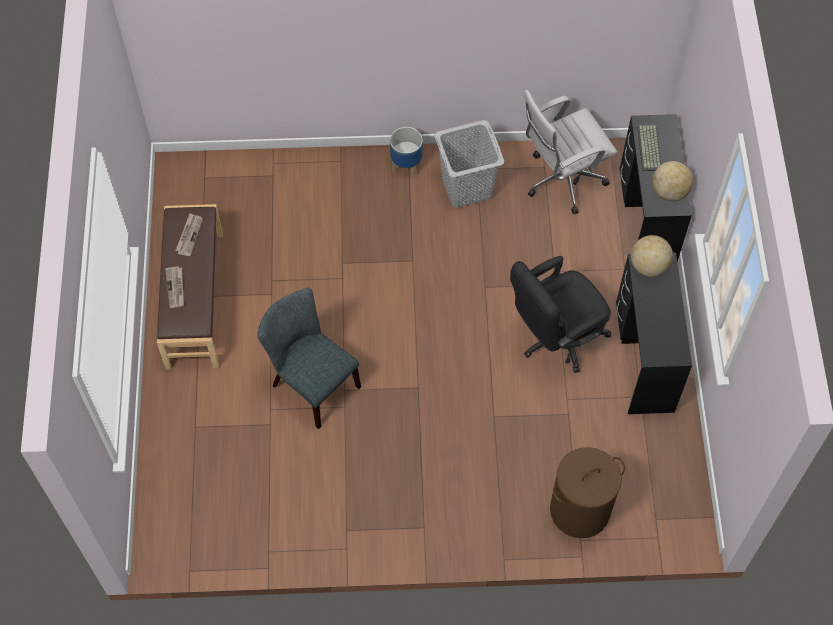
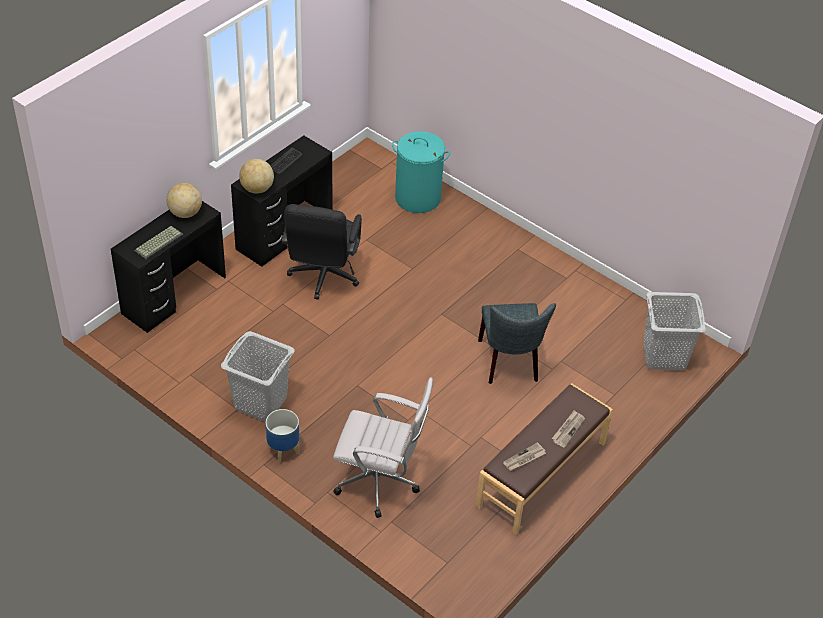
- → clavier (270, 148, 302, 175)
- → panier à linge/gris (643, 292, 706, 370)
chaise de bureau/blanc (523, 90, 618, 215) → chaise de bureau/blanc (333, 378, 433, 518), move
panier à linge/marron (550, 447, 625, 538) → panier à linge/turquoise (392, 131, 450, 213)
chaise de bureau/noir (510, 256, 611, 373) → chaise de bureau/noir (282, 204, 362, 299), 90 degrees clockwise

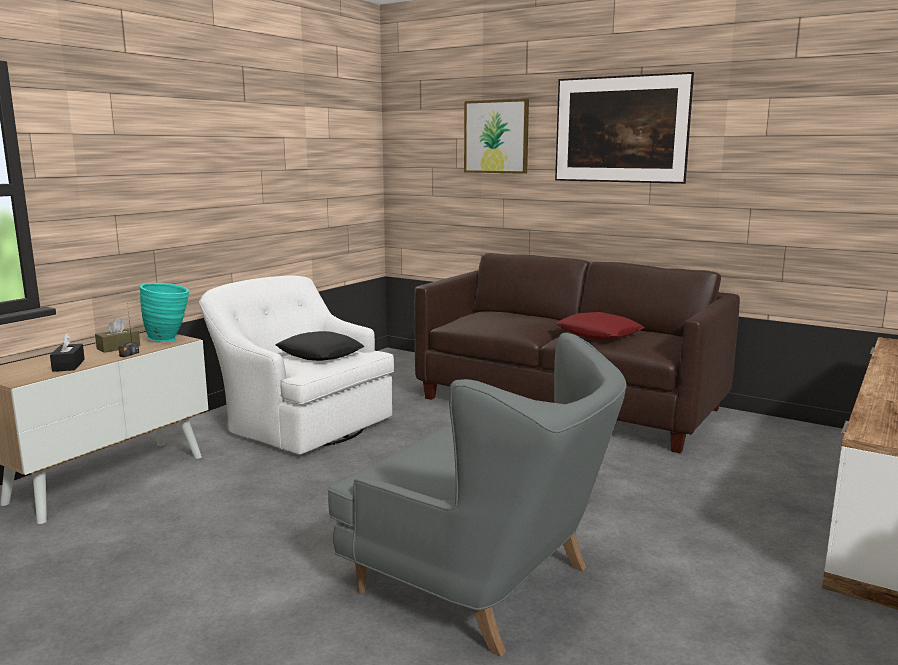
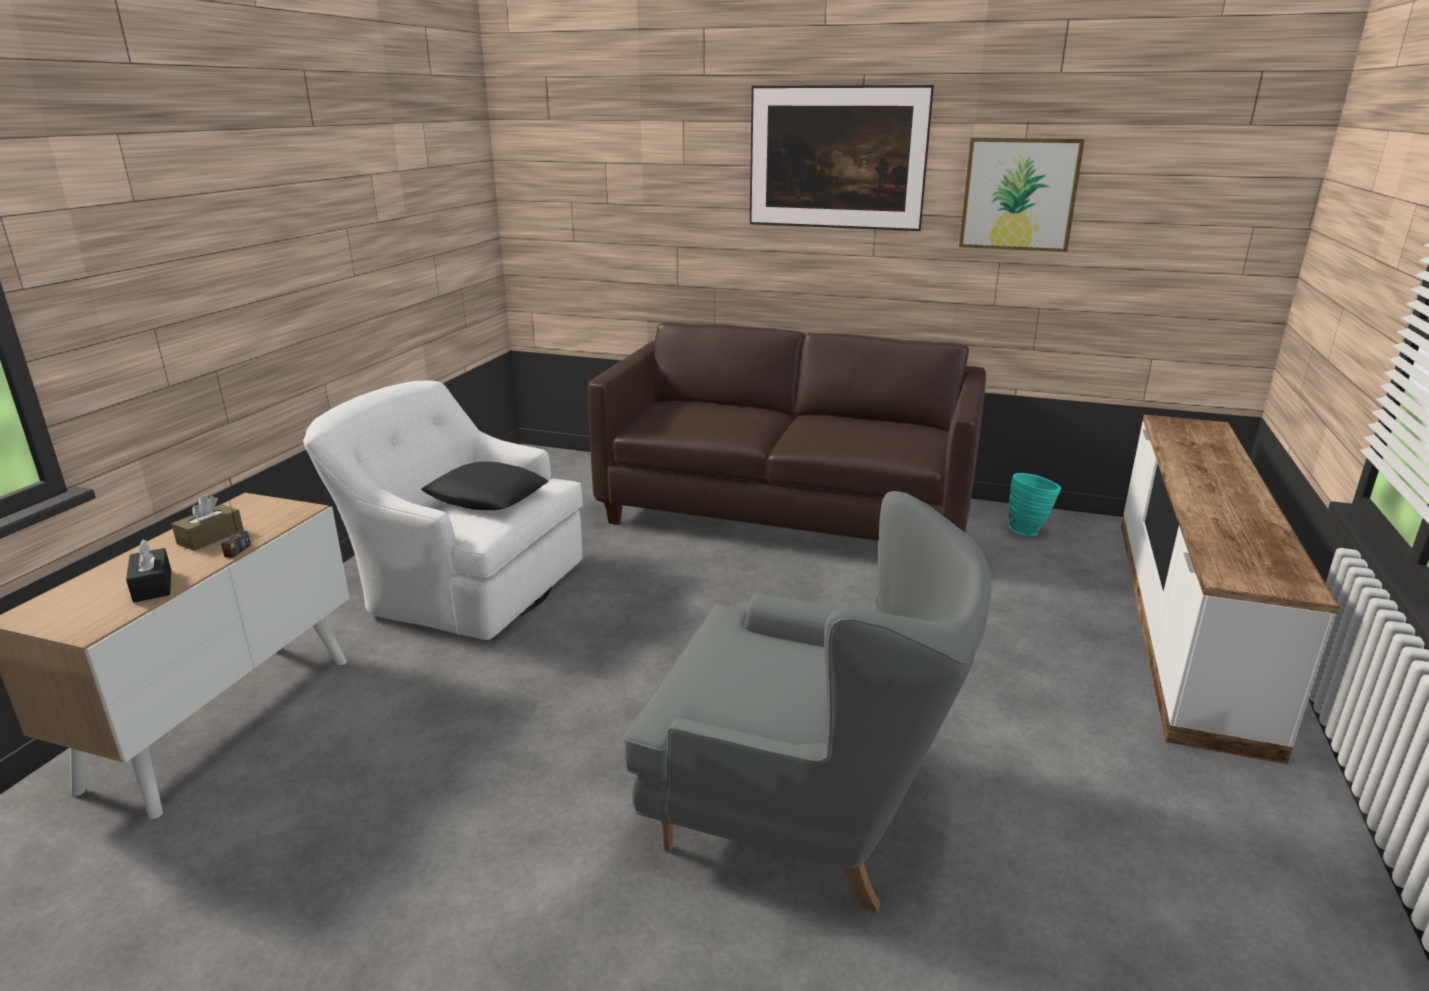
coussin/rouge (555, 312, 645, 340) → -
vase/turquoise (140, 283, 189, 342) → vase/turquoise (1008, 473, 1061, 536), move
tableau (464, 99, 529, 174) → tableau (959, 137, 1085, 252), move

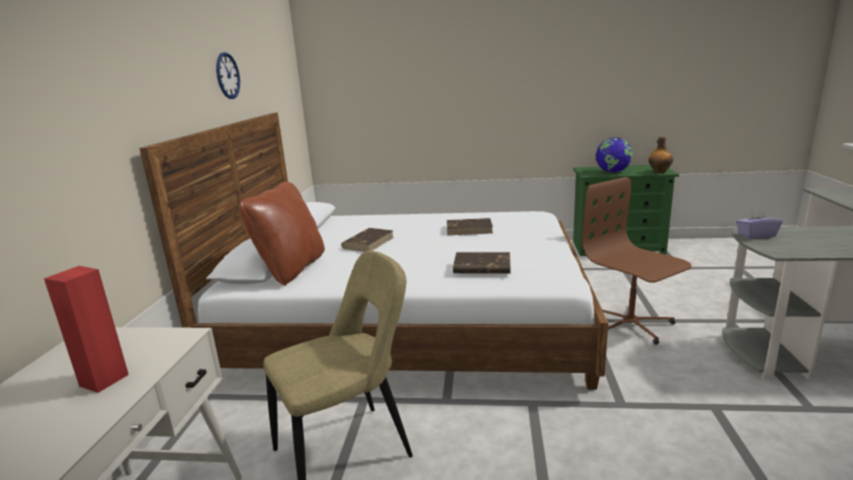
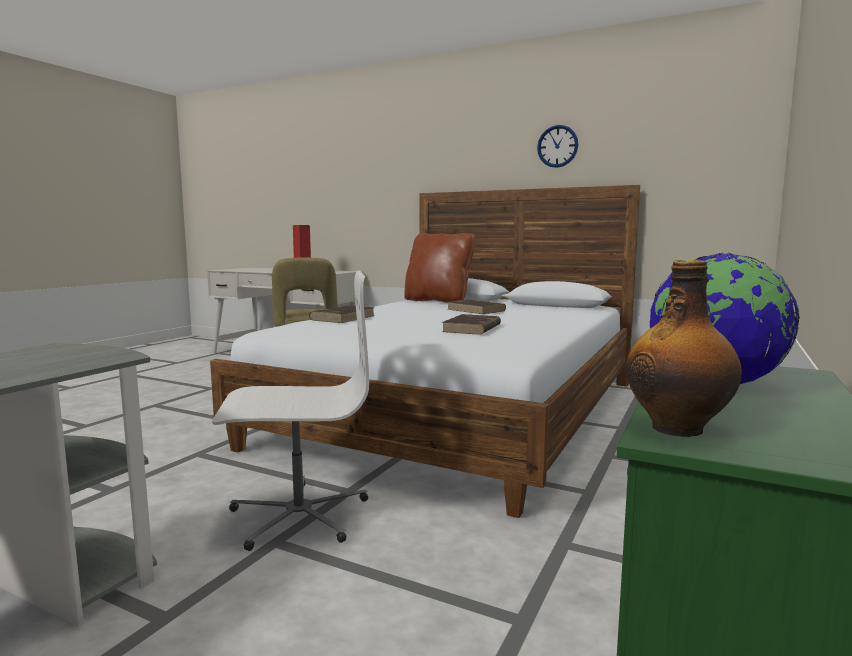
boîte à mouchoirs/violet (736, 209, 783, 239) → -
chaise de bureau/marron (582, 177, 692, 345) → chaise de bureau/blanc (212, 270, 369, 551)

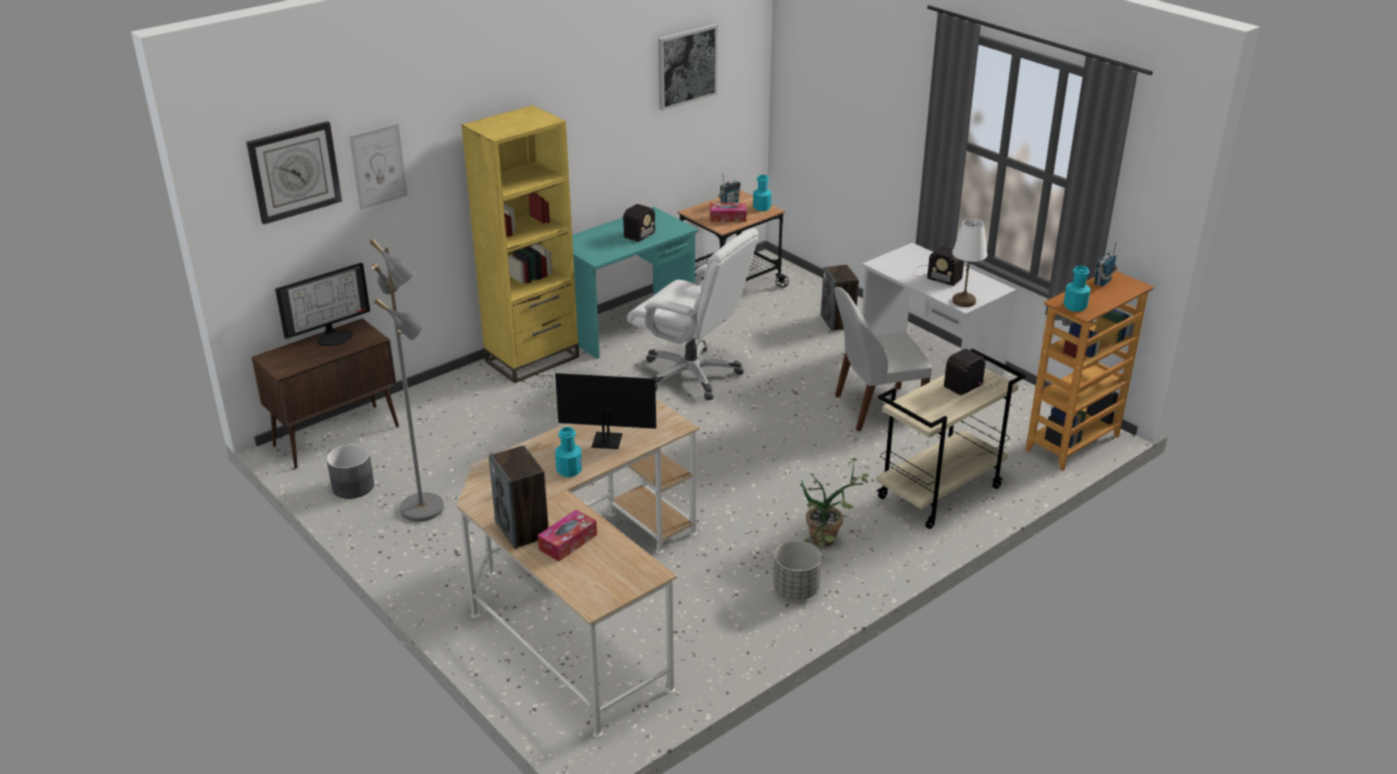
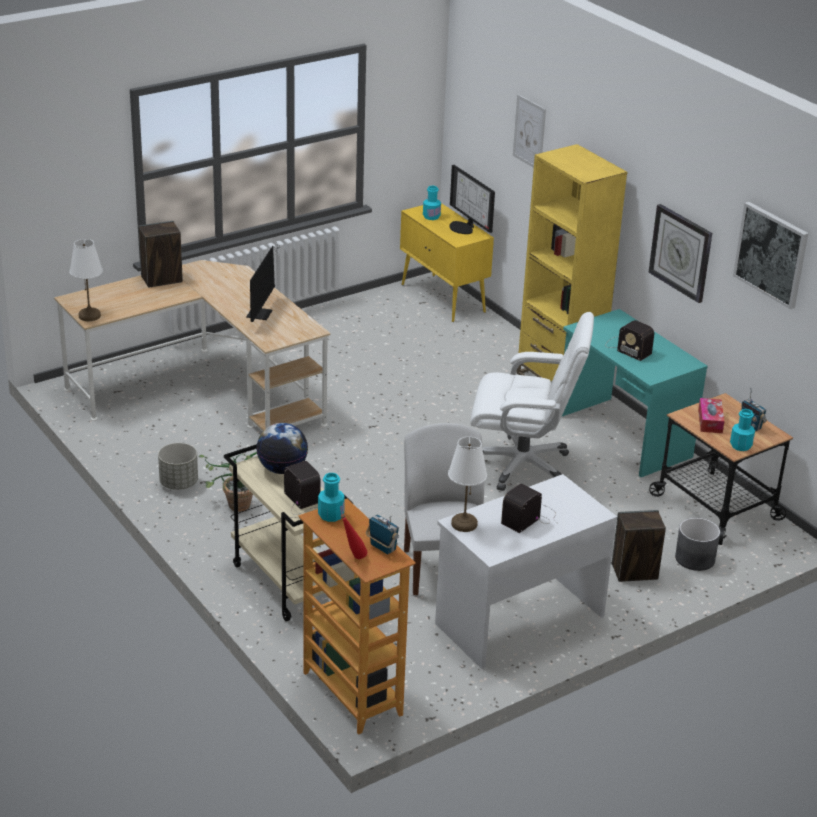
lampadaire/gris (370, 239, 444, 522) → -
boîte à mouchoirs (538, 510, 597, 561) → -
- → lampe de table/blanc (70, 239, 103, 321)
- → globe (257, 423, 308, 474)
- → bouteille/rouge (341, 514, 367, 559)
horloge murale (246, 121, 342, 224) → horloge murale (648, 204, 712, 303), move
cache-pot/gris (326, 444, 374, 499) → cache-pot/gris (675, 518, 720, 571), move
bouteille/turquoise (555, 427, 582, 477) → bouteille/turquoise (423, 186, 441, 220), move
meuble de rangement/marron (251, 318, 399, 469) → meuble de rangement/jaune (400, 203, 494, 322)
chaise de bureau/blanc (627, 228, 758, 400) → chaise de bureau/blanc (470, 312, 594, 491), 120 degrees counterclockwise

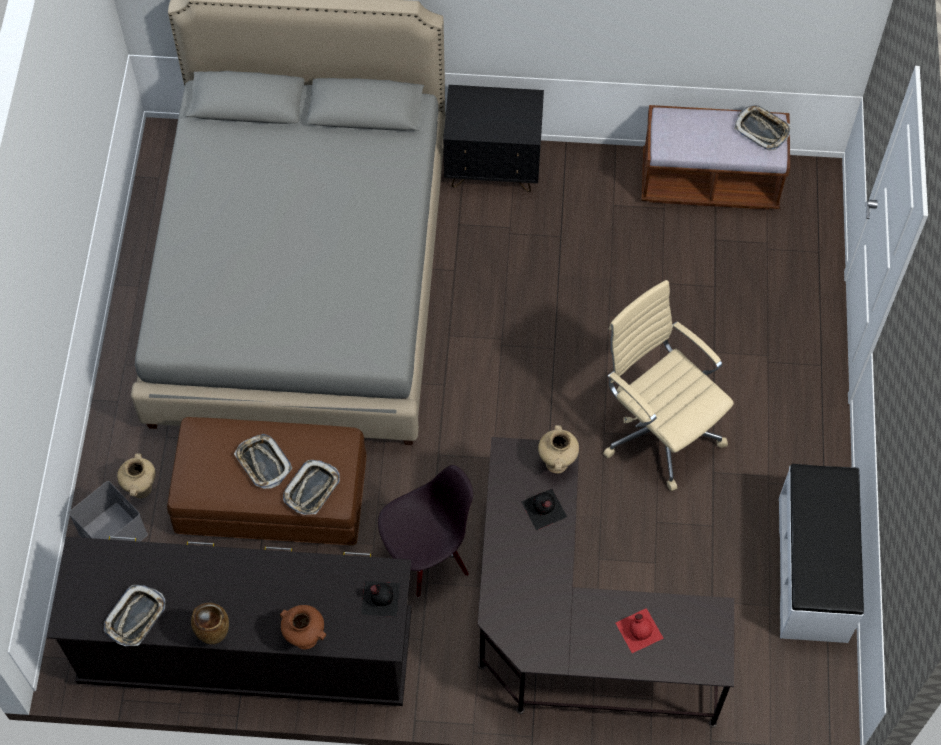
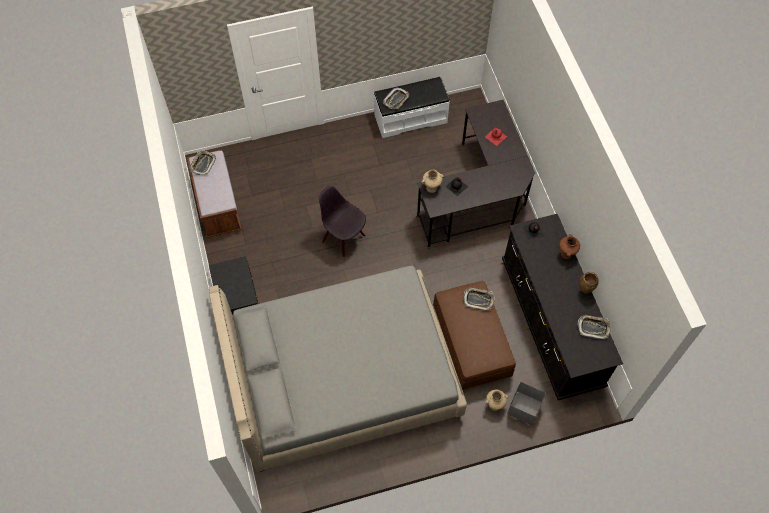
chaise de bureau/beige (603, 280, 734, 491) → -
plateau (234, 434, 292, 489) → plateau (383, 88, 409, 109), move
chaise/noir (378, 465, 473, 597) → chaise/noir (319, 186, 366, 257), move

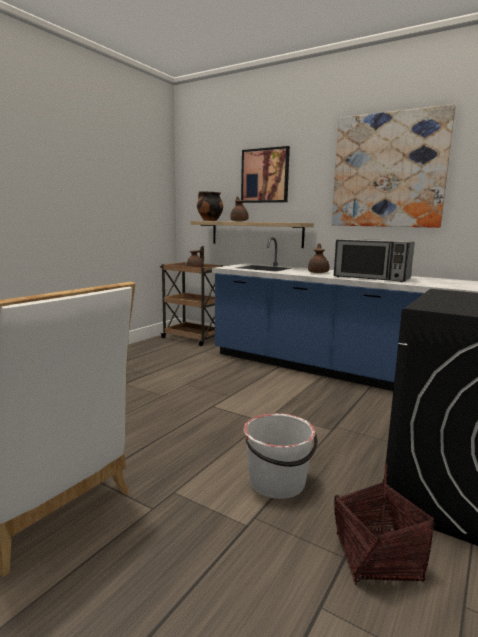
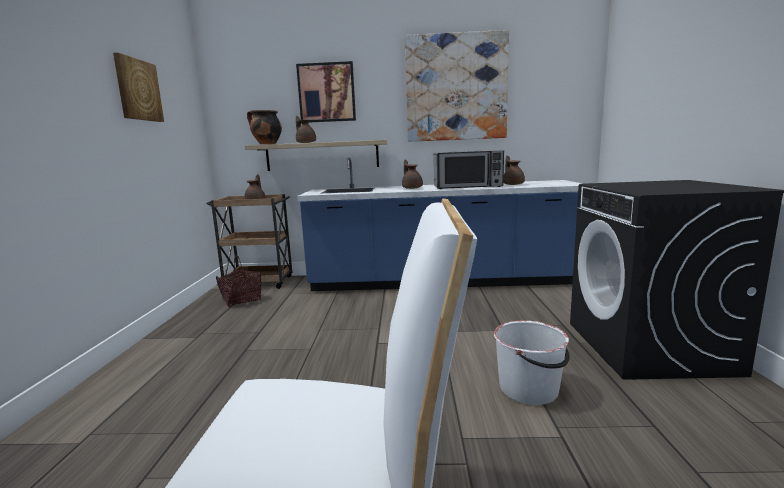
- → tableau (113, 53, 164, 122)
- → théière/marron (504, 156, 525, 185)
panier (334, 463, 434, 585) → panier (216, 255, 261, 308), move

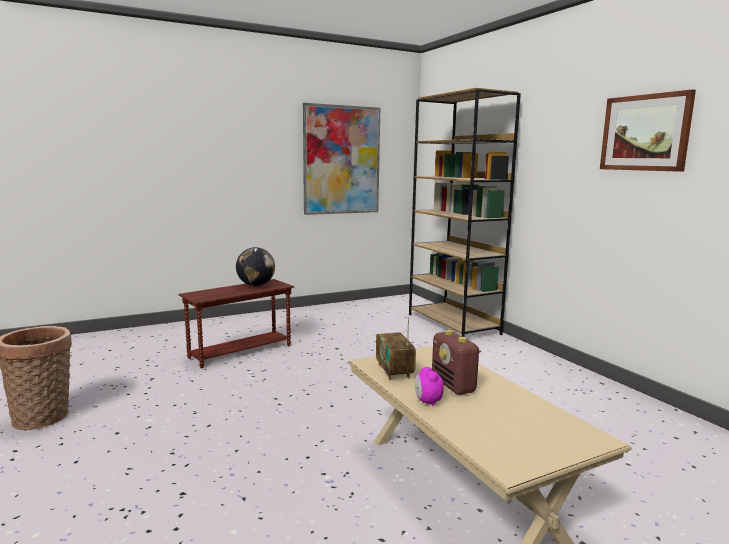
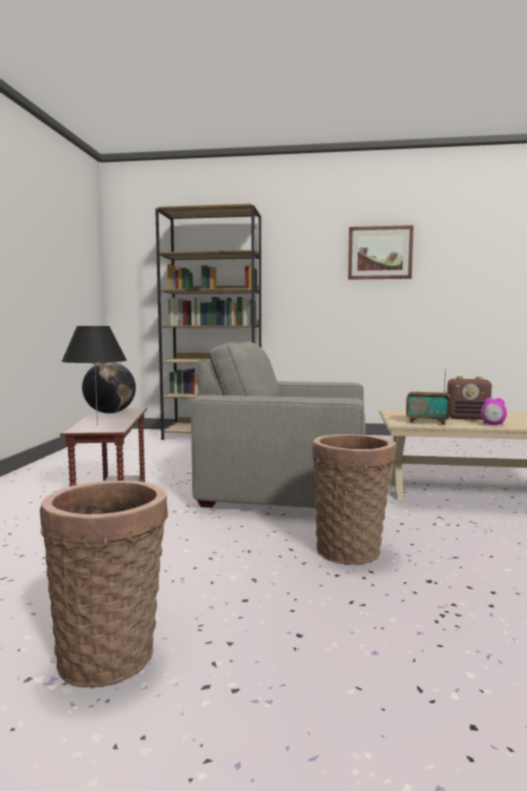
tableau (303, 103, 380, 215) → -
- → lampe de table/noir (61, 326, 127, 425)
- → fauteuil/gris (191, 341, 365, 508)
- → panier (312, 434, 395, 565)

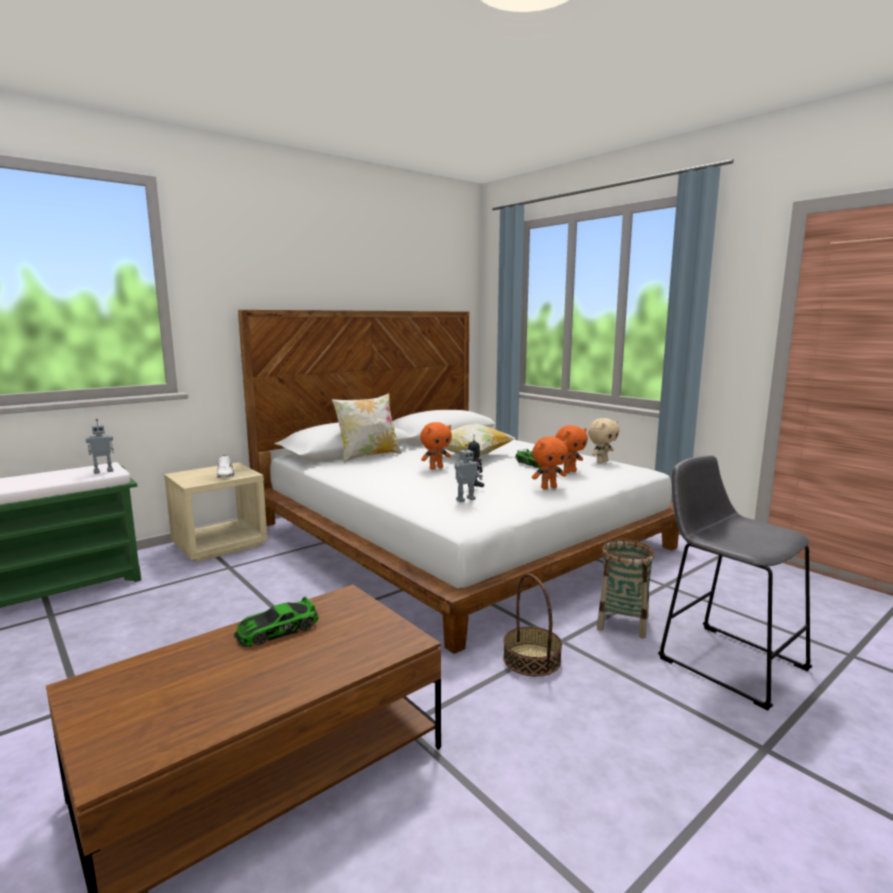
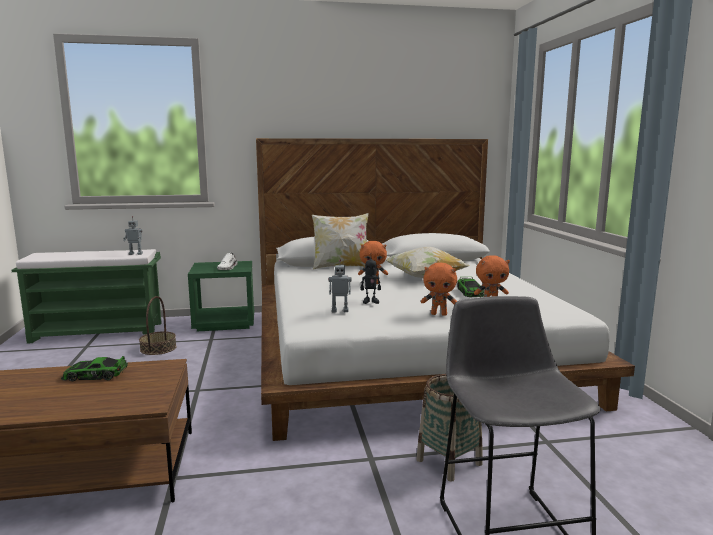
peluche/beige (588, 418, 619, 463) → -
panier (503, 574, 562, 677) → panier (139, 296, 177, 355), move
table de chevet/beige (164, 462, 268, 562) → table de chevet/vert (188, 261, 254, 331)

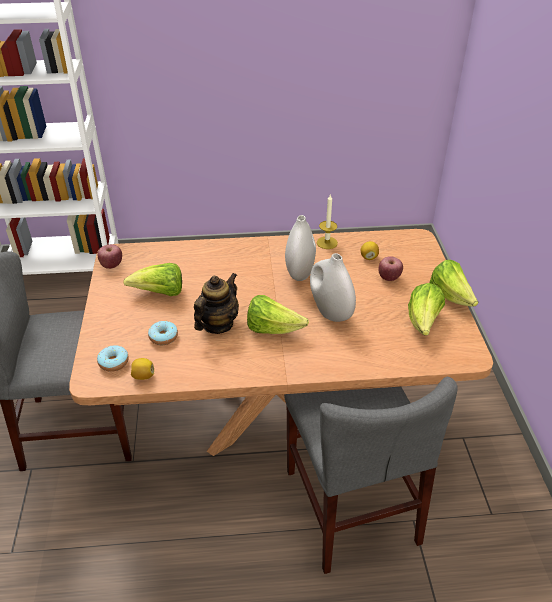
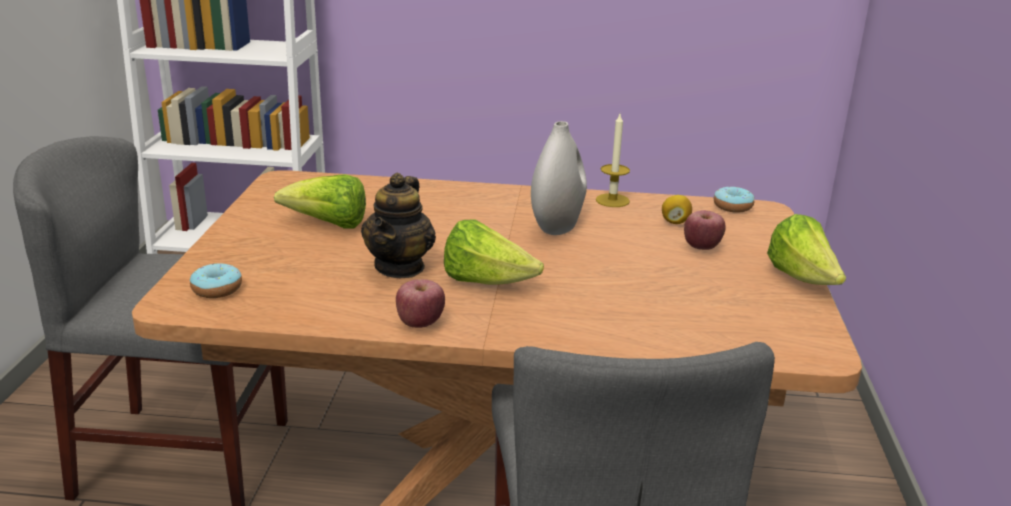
citron (131, 358, 154, 380) → -
vase/blanc (310, 253, 356, 322) → -
laitue (408, 283, 445, 336) → -
pomme (97, 244, 122, 269) → pomme (396, 279, 445, 328), move
beignet (148, 321, 178, 345) → beignet (714, 187, 754, 213), move
théière (194, 273, 239, 334) → théière (361, 173, 436, 278), 150 degrees clockwise

